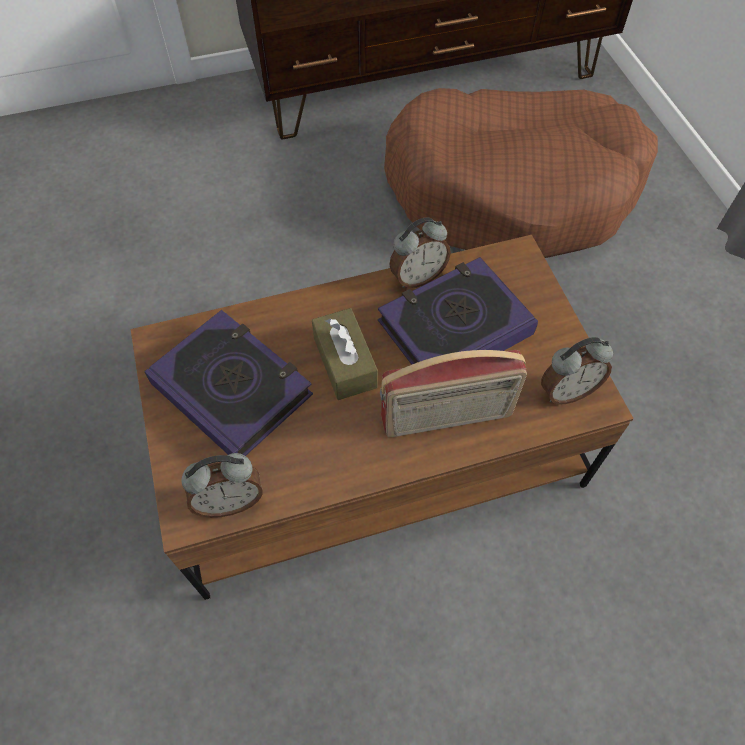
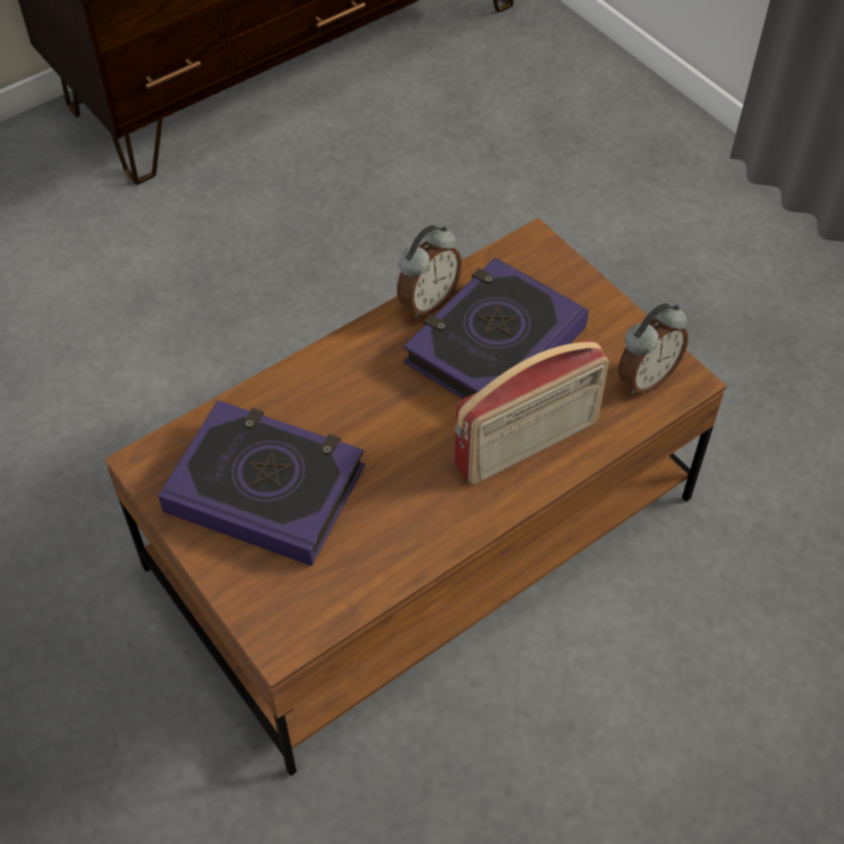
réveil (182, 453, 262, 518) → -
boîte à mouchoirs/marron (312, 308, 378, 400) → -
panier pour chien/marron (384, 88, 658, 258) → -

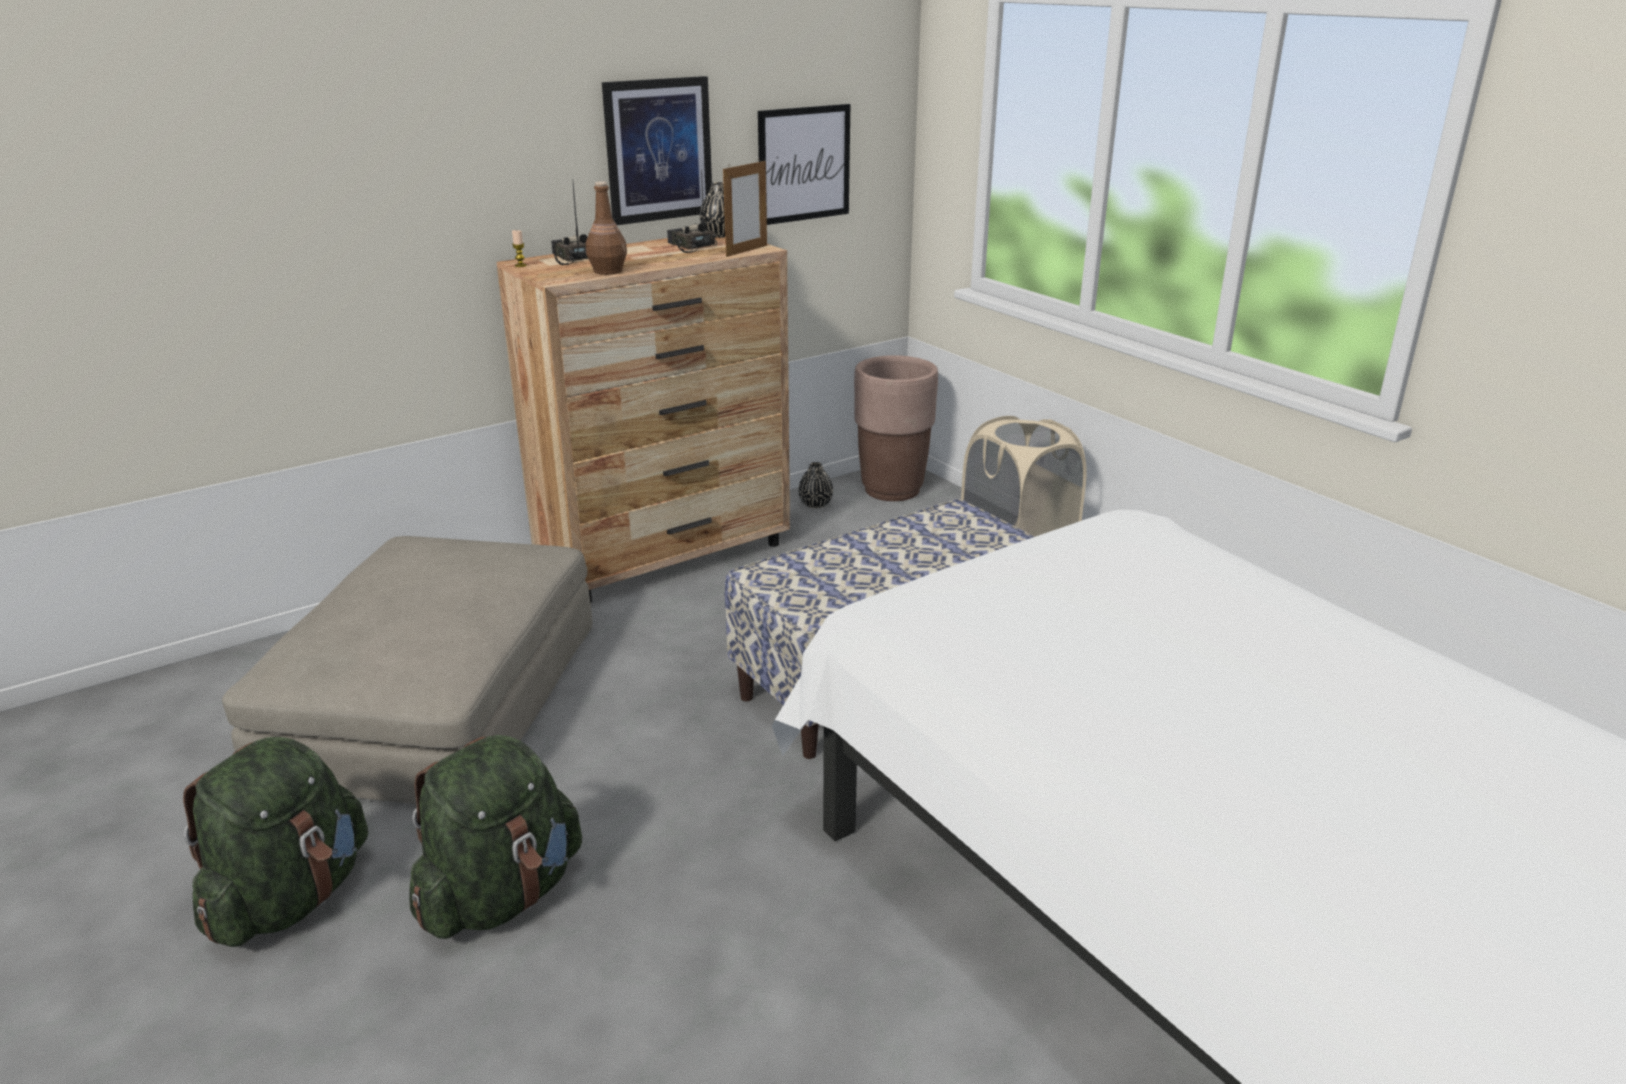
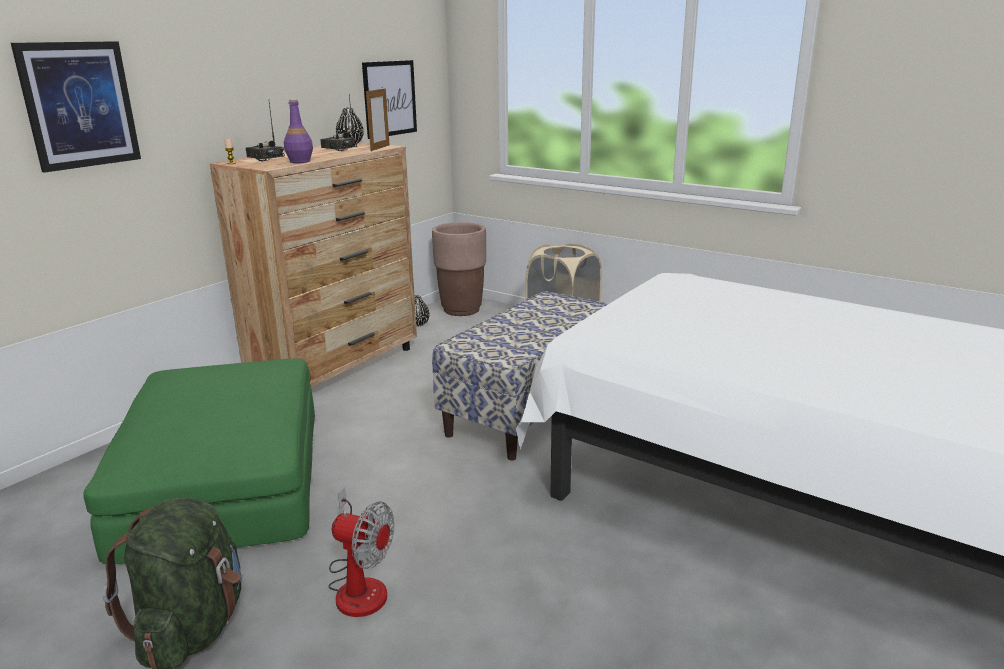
tableau (602, 76, 712, 225) → tableau (11, 41, 141, 173), move
sac à dos/vert (409, 735, 582, 939) → ventilateur (328, 488, 394, 617)
pouf/beige (222, 536, 592, 804) → pouf/vert (83, 359, 315, 564)
bouteille/marron (586, 181, 627, 275) → bouteille/violet (284, 99, 313, 163)

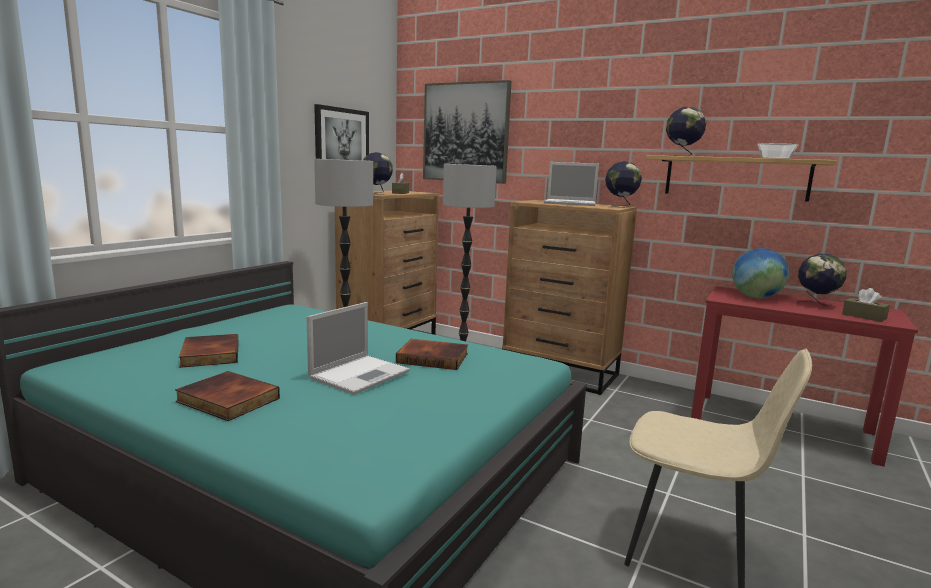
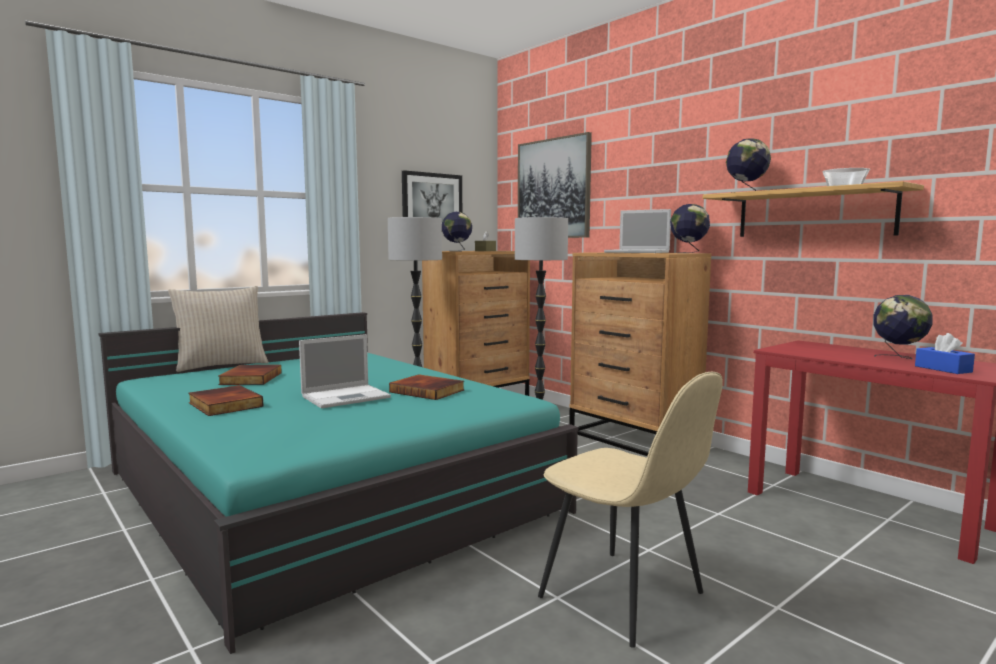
globe (732, 248, 789, 299) → -
- → coussin/beige (168, 286, 269, 372)
boîte à mouchoirs/marron (842, 288, 890, 322) → boîte à mouchoirs/bleu (915, 333, 975, 374)

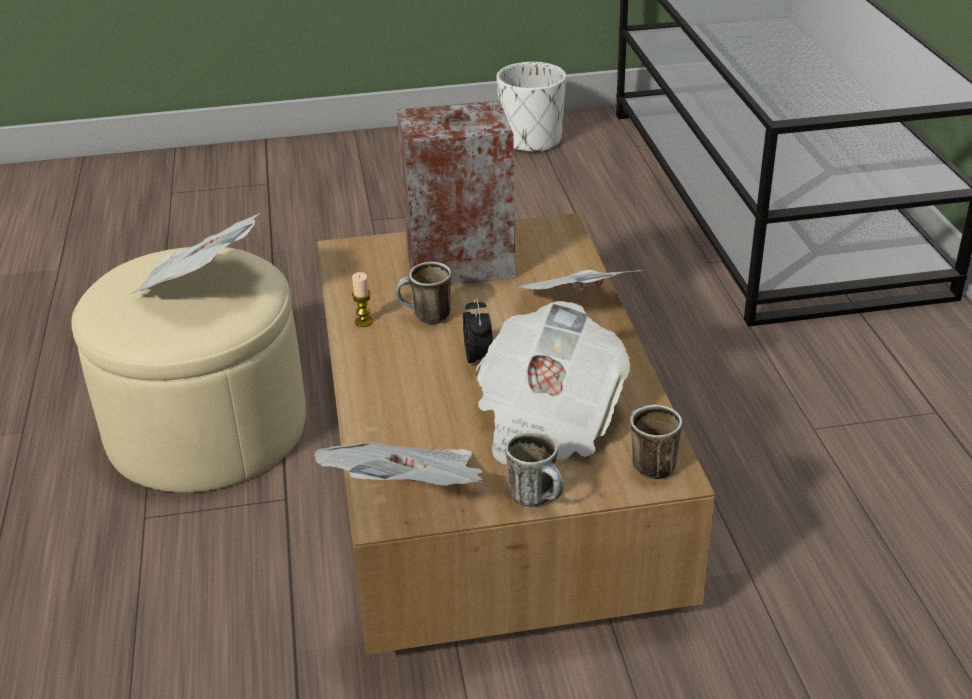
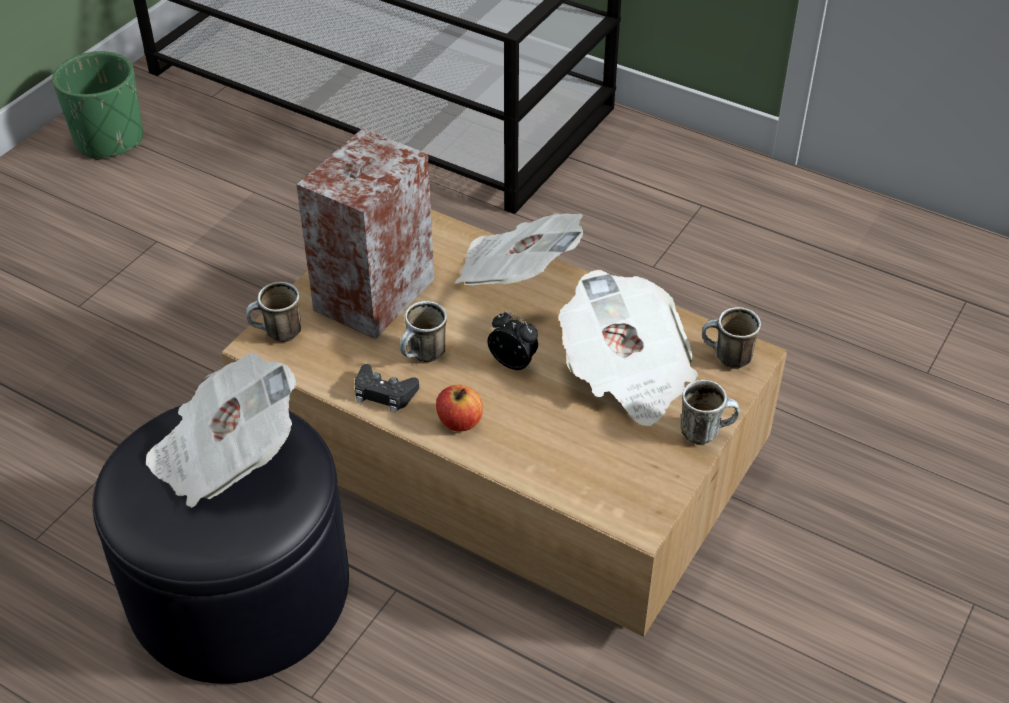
journal (314, 442, 484, 485) → -
- → mug (246, 282, 301, 342)
- → pomme (436, 385, 483, 431)
bougie (352, 272, 373, 327) → manette/noir (355, 364, 419, 413)
pouf/beige (71, 247, 306, 493) → pouf/noir (93, 405, 349, 684)
cache-pot/blanc (497, 62, 566, 152) → cache-pot/vert (52, 51, 143, 160)

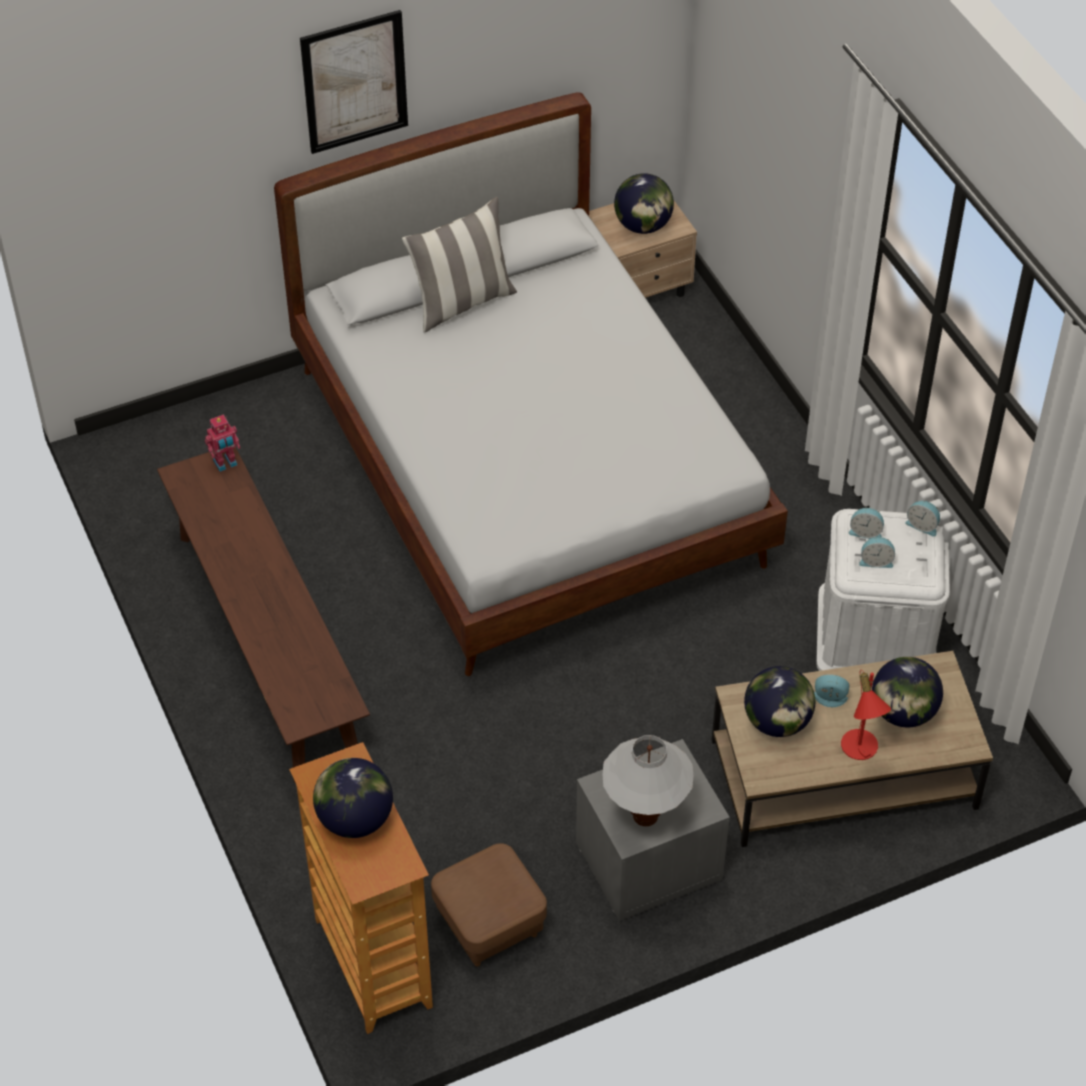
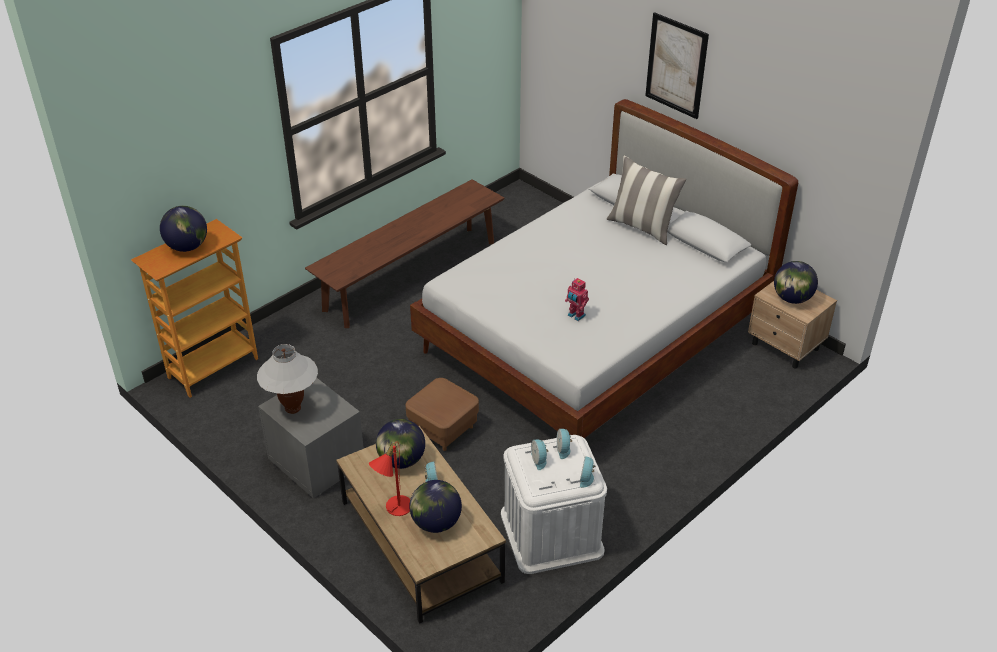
robot jouet (205, 414, 240, 472) → robot jouet (565, 278, 589, 321), move
pouf/marron (431, 843, 547, 967) → pouf/marron (405, 378, 479, 451), move

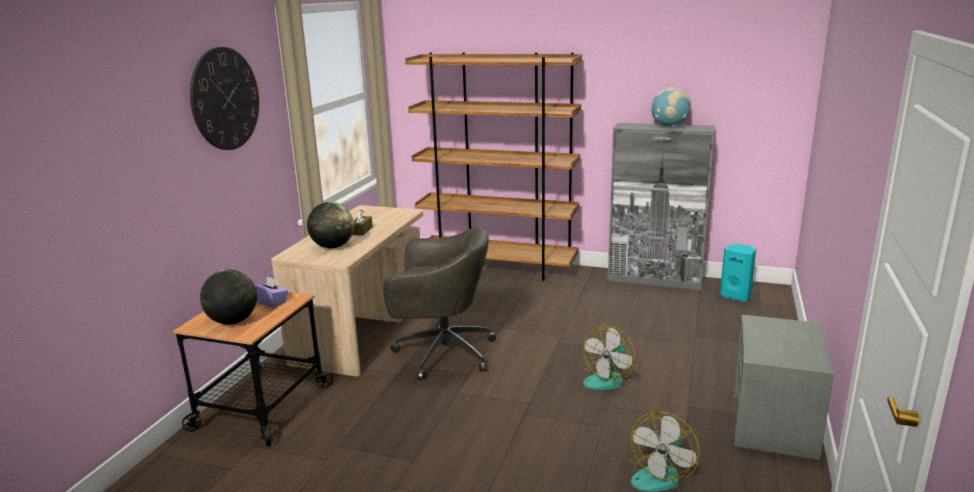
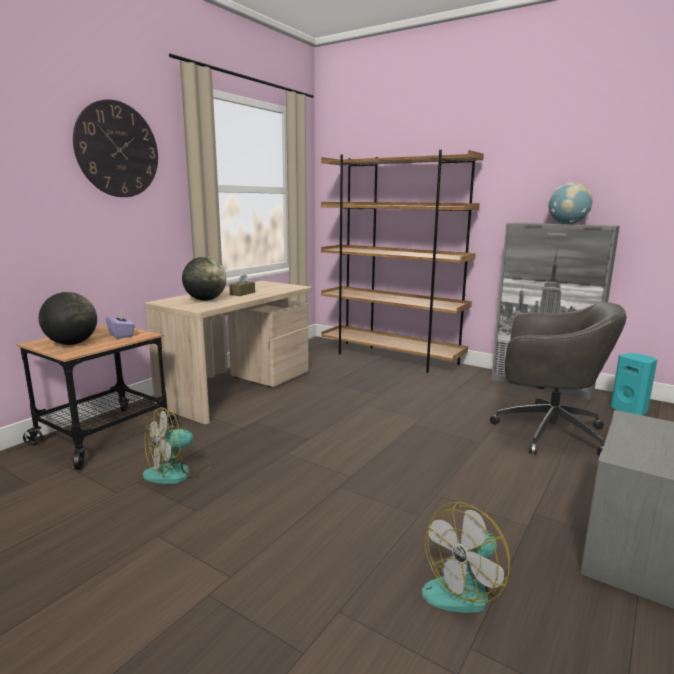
chaise de bureau/gris (383, 226, 496, 380) → chaise de bureau/gris (490, 302, 627, 456), move
ventilateur (583, 325, 635, 390) → ventilateur (143, 407, 211, 484), move

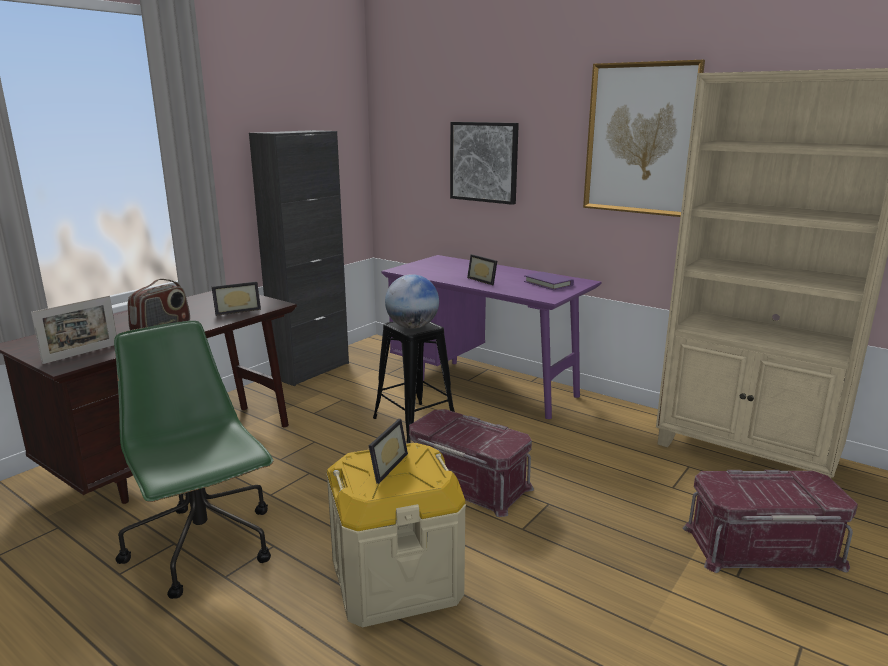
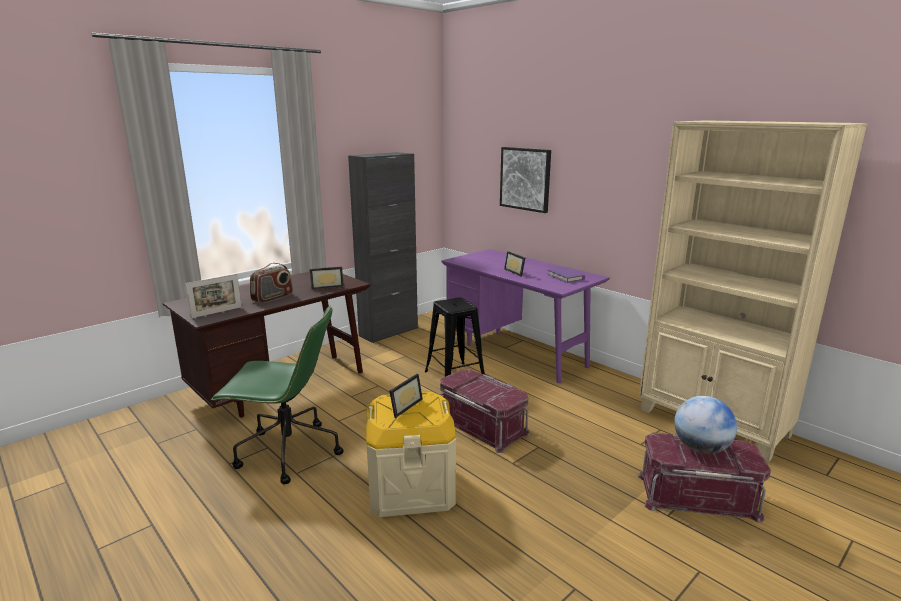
tableau (583, 60, 705, 217) → -
globe (385, 274, 439, 329) → globe (674, 396, 737, 454), move
chaise de bureau/vert (114, 321, 274, 599) → chaise de bureau/vert (211, 306, 344, 484), 120 degrees clockwise

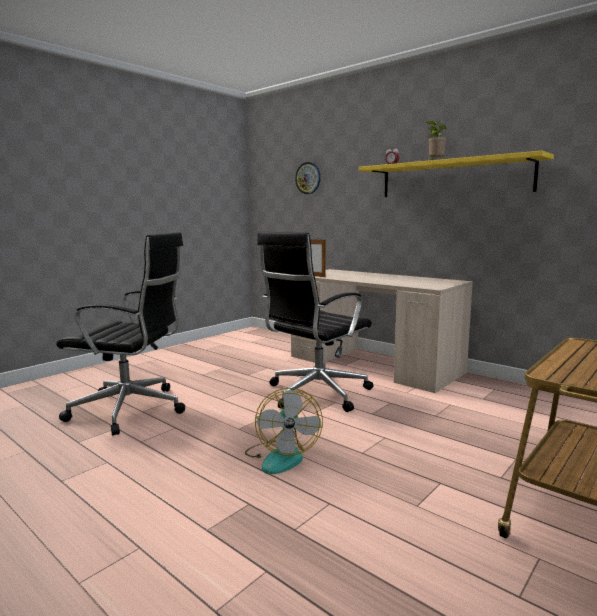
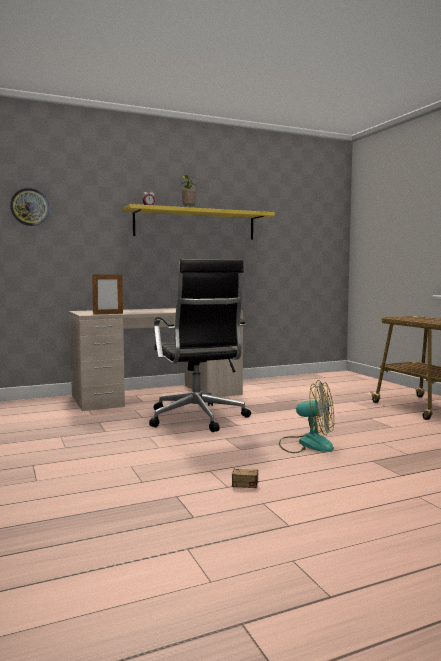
chaise de bureau/noir (56, 232, 185, 436) → -
- → boîte de rangement (231, 442, 292, 488)

